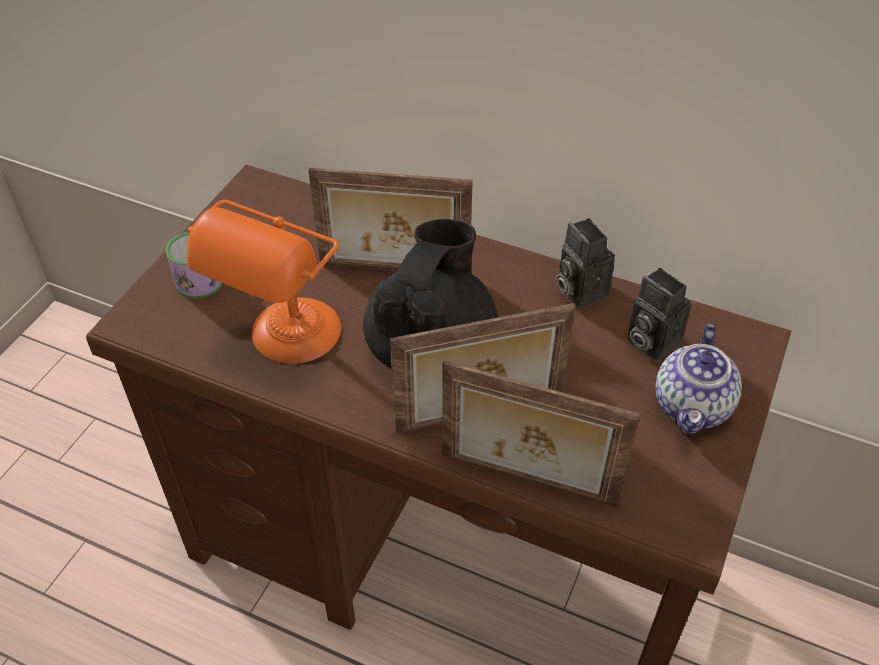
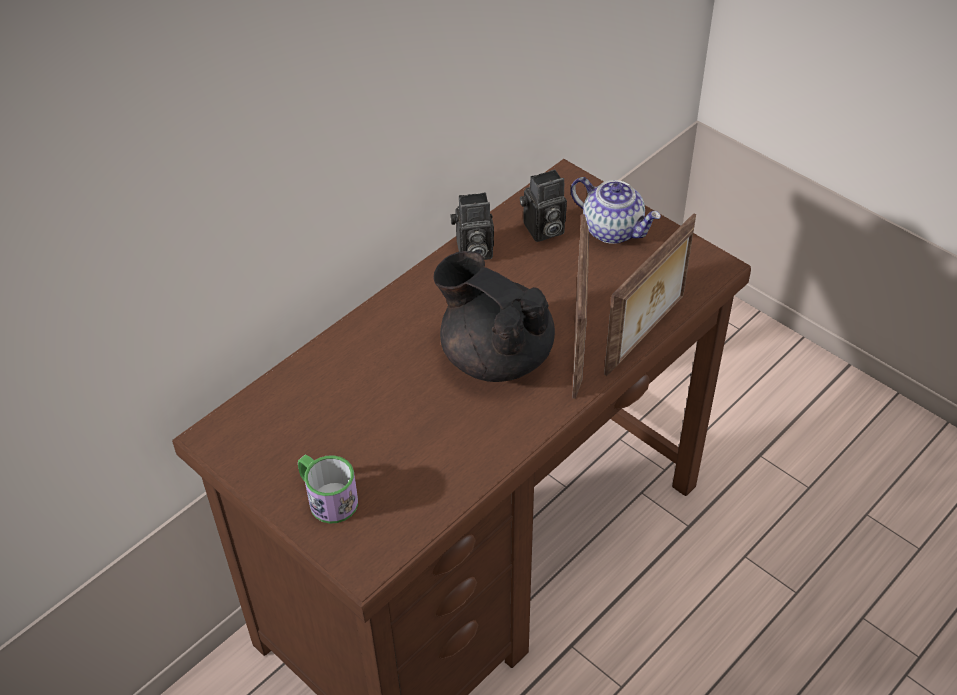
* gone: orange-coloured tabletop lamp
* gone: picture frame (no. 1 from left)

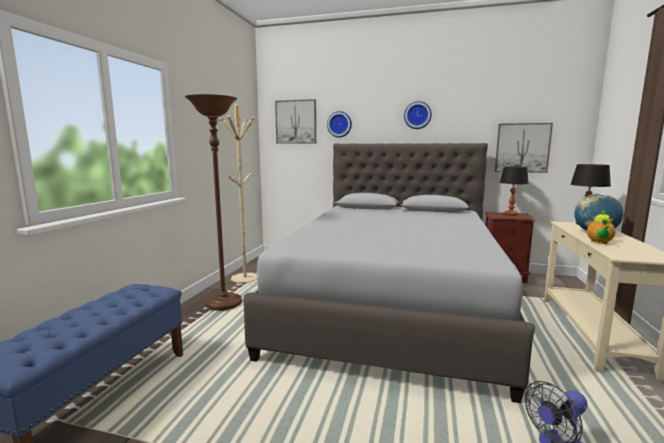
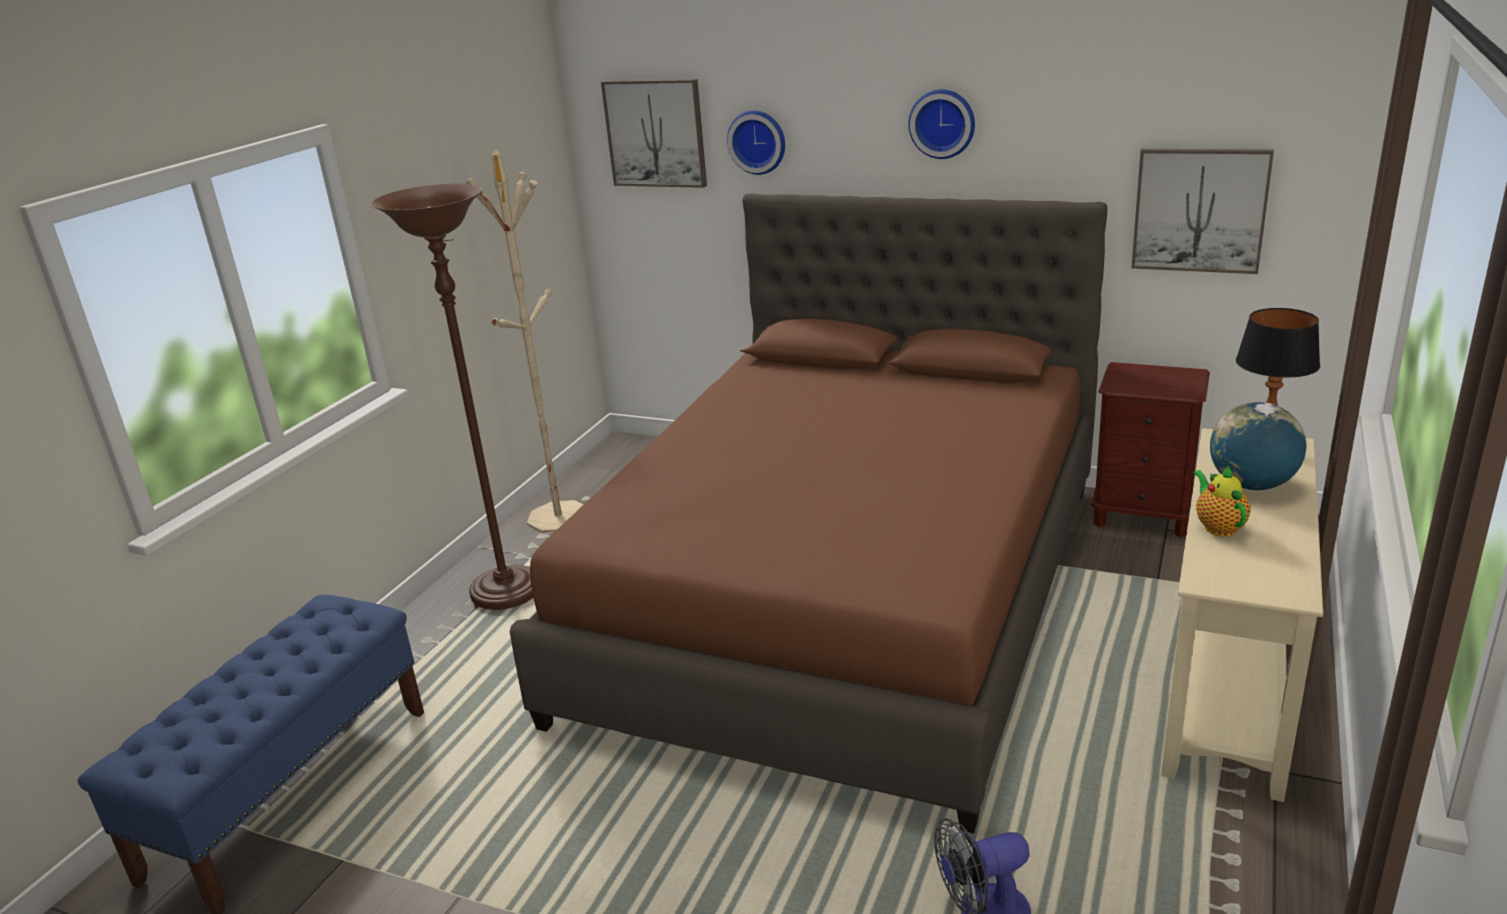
* repainted: greyish bedroom bed to brown bedroom bed
* gone: tabletop lamp (no. 1 from left)
* rotated: tea pot 135 degrees clockwise

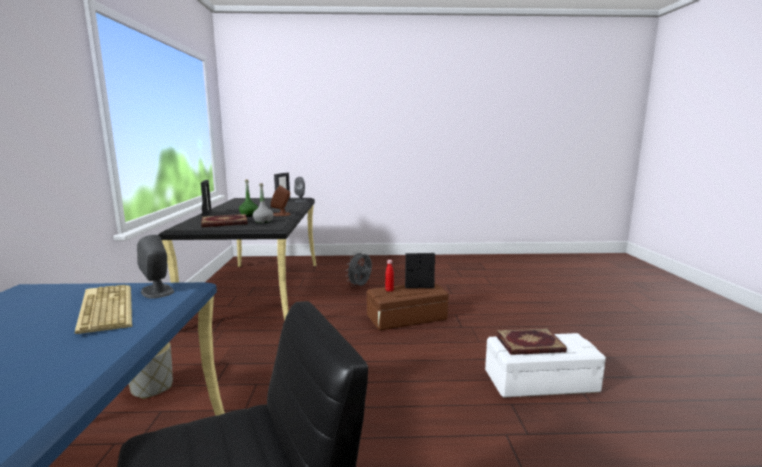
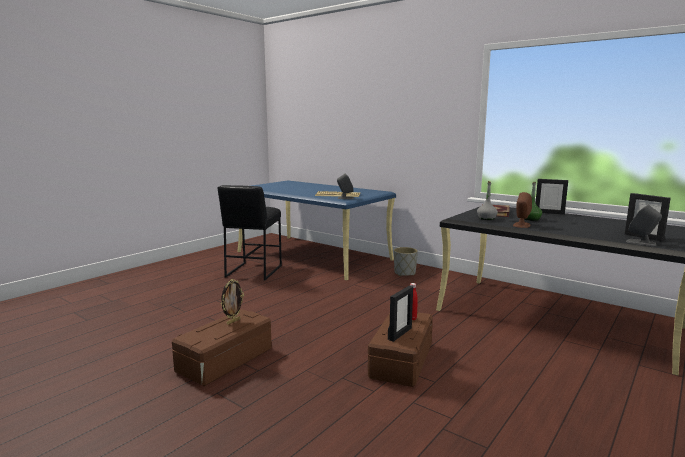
* gone: greyish fan
* repainted: whitish storage bin to brown storage bin (no. 1 from left)
* swapped: bound book (no. 2 from left) to picture frame (no. 1 from left)

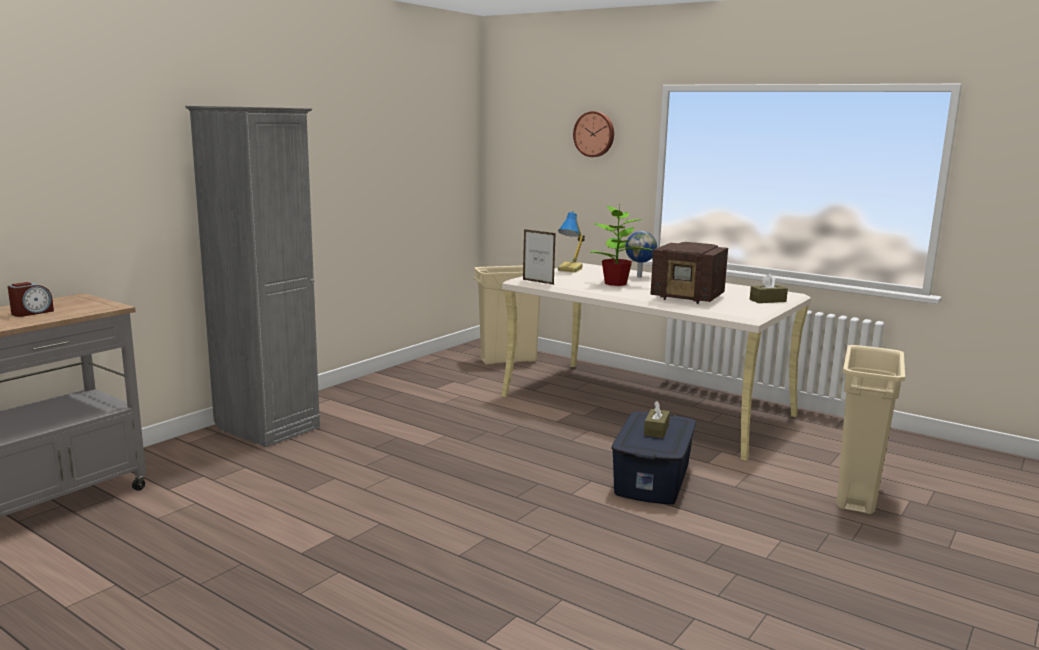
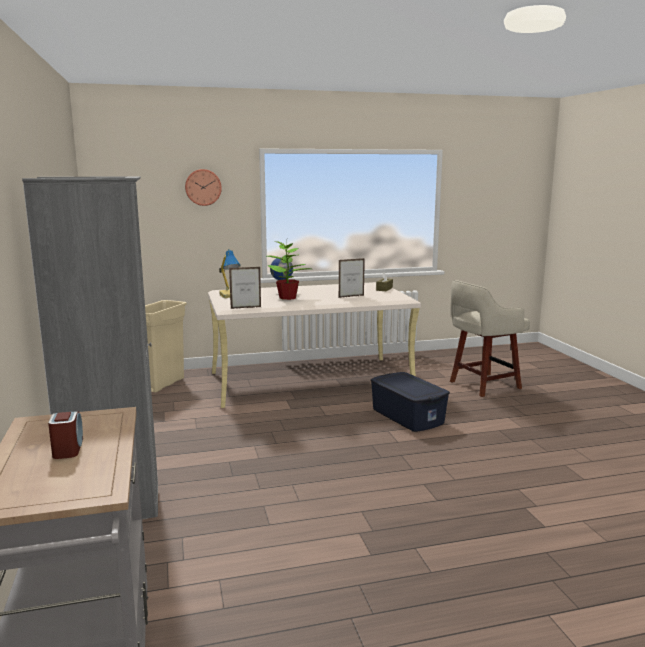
* gone: brown box of tissues (no. 1 from left)
* swapped: radio receiver to picture frame (no. 2 from left)
* swapped: beige waste bin (no. 2 from left) to beige stool

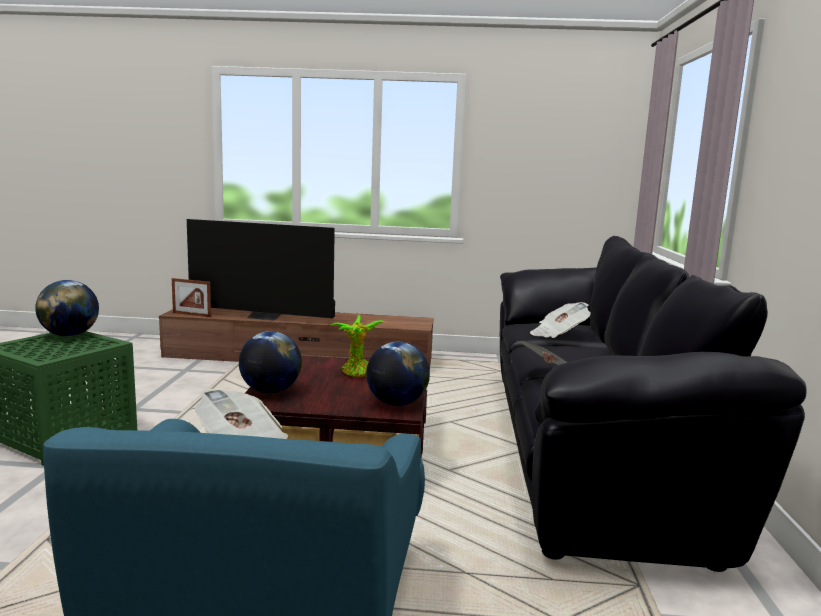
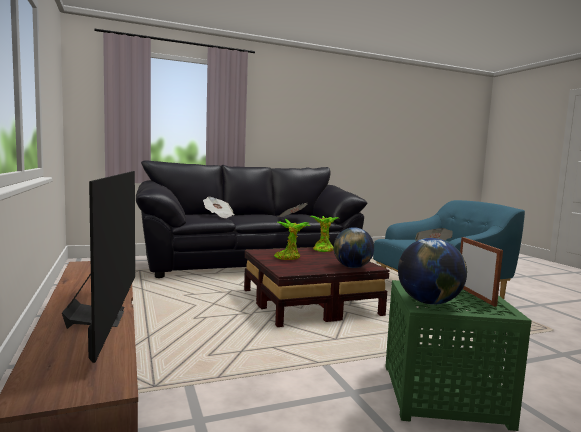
* shifted: picture frame
* swapped: world globe (no. 3 from left) to potted plant (no. 2 from left)

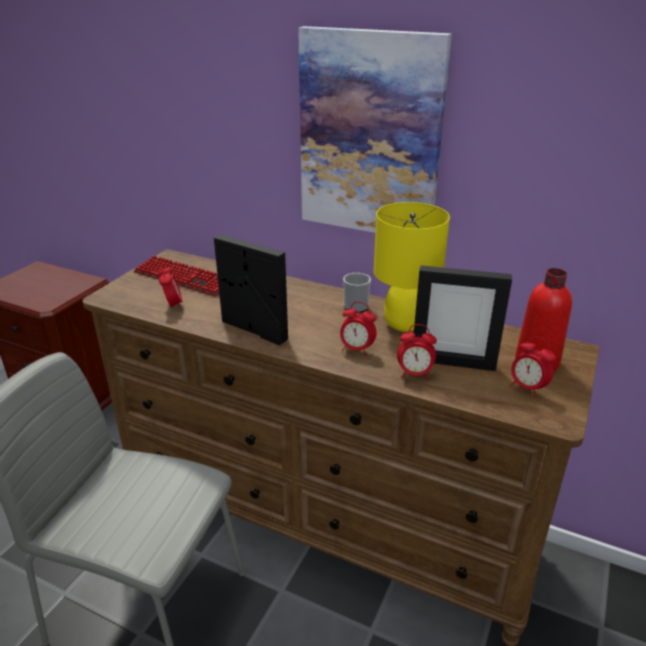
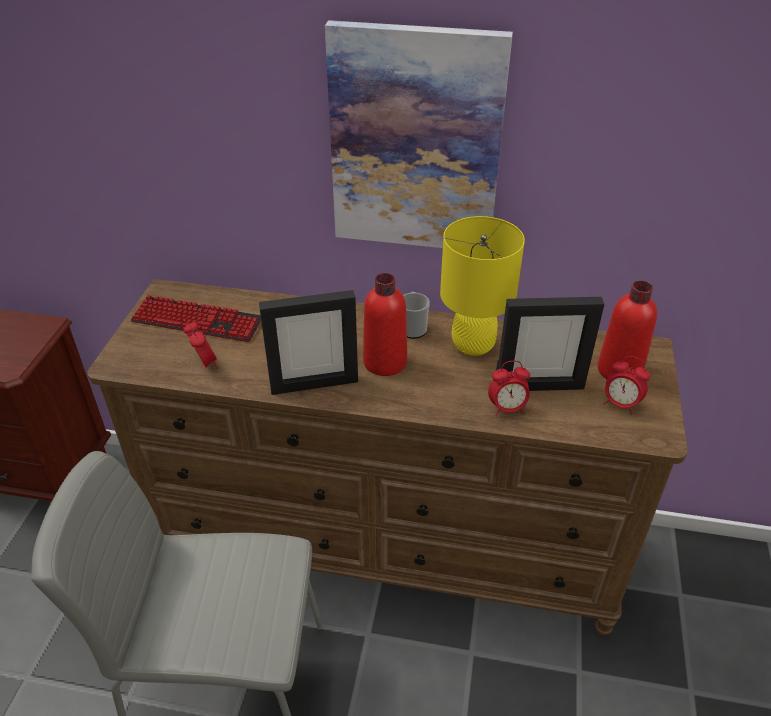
* rotated: picture frame (no. 1 from left) 150 degrees clockwise
* gone: bedside clock (no. 2 from left)
* new: reddish bottle (no. 1 from left)

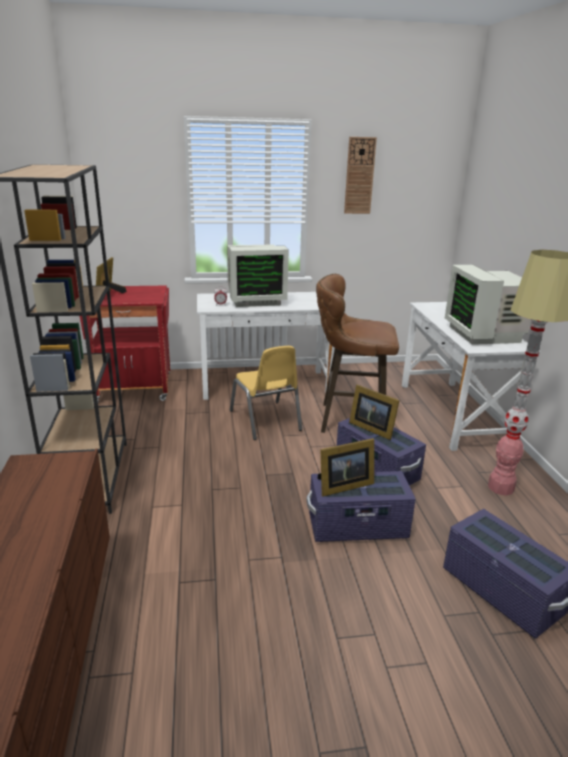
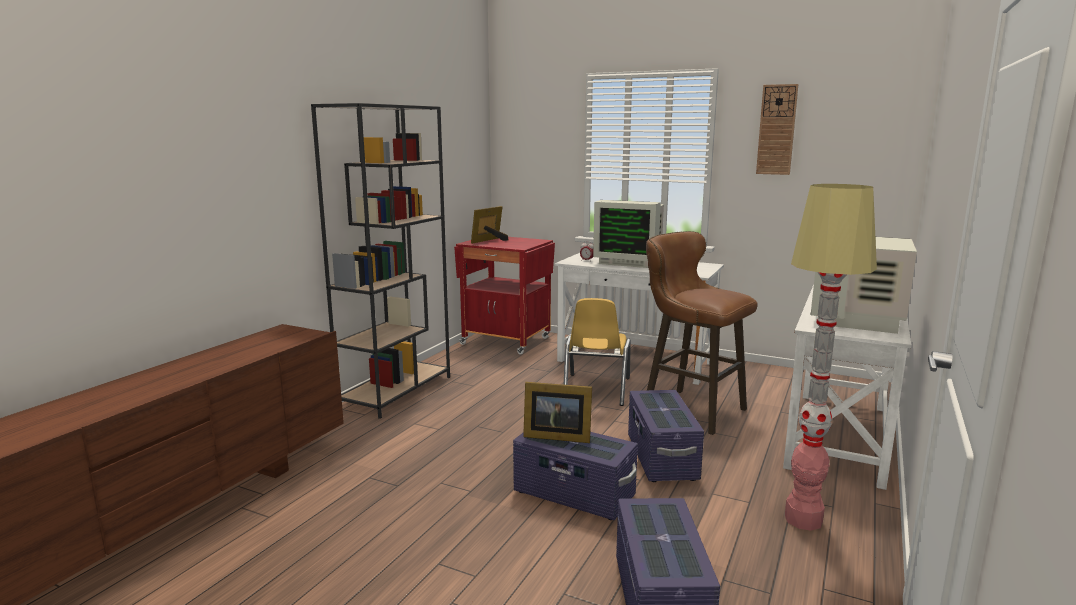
* gone: picture frame (no. 3 from left)

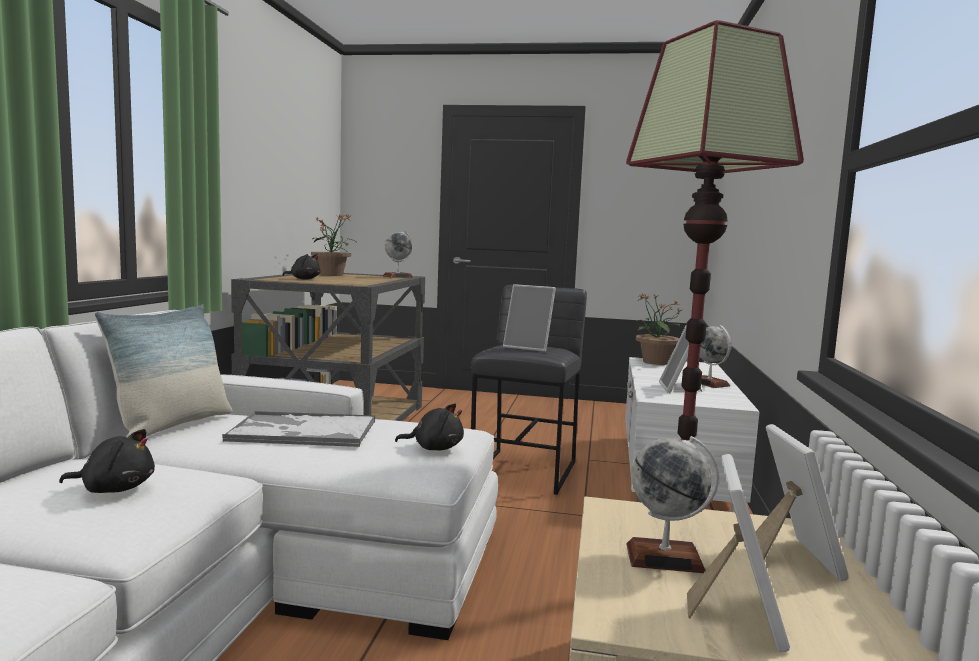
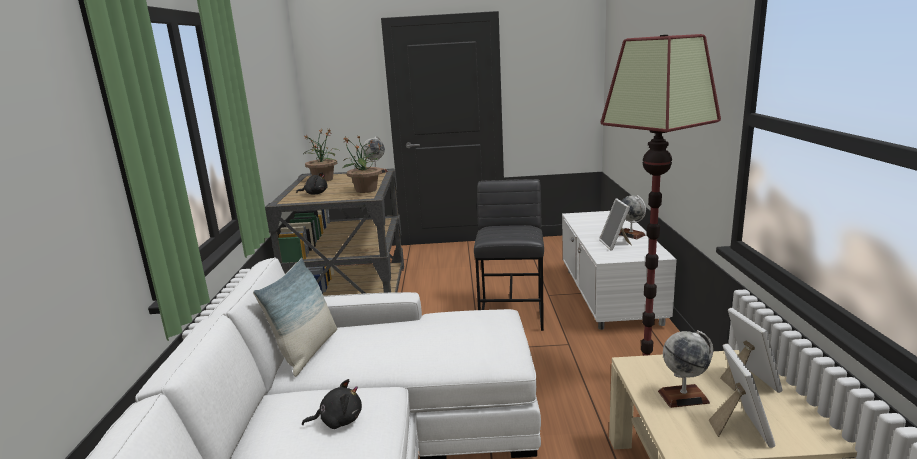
* gone: tray
* gone: blackish cuddly toy (no. 3 from left)
* gone: picture frame (no. 1 from left)
* shifted: potted plant (no. 2 from left)

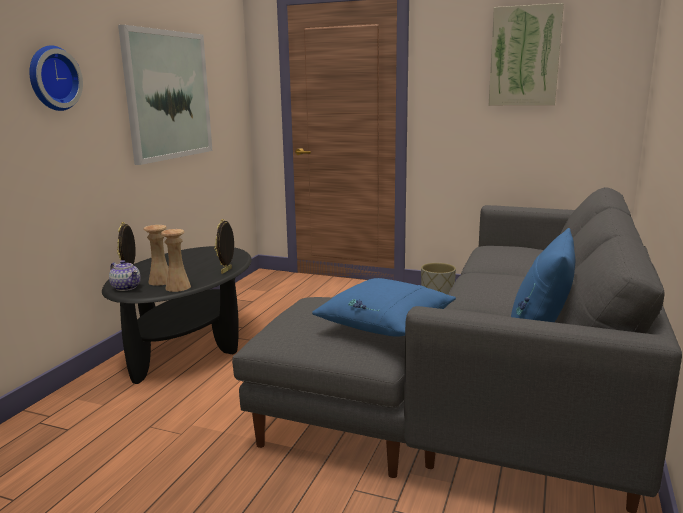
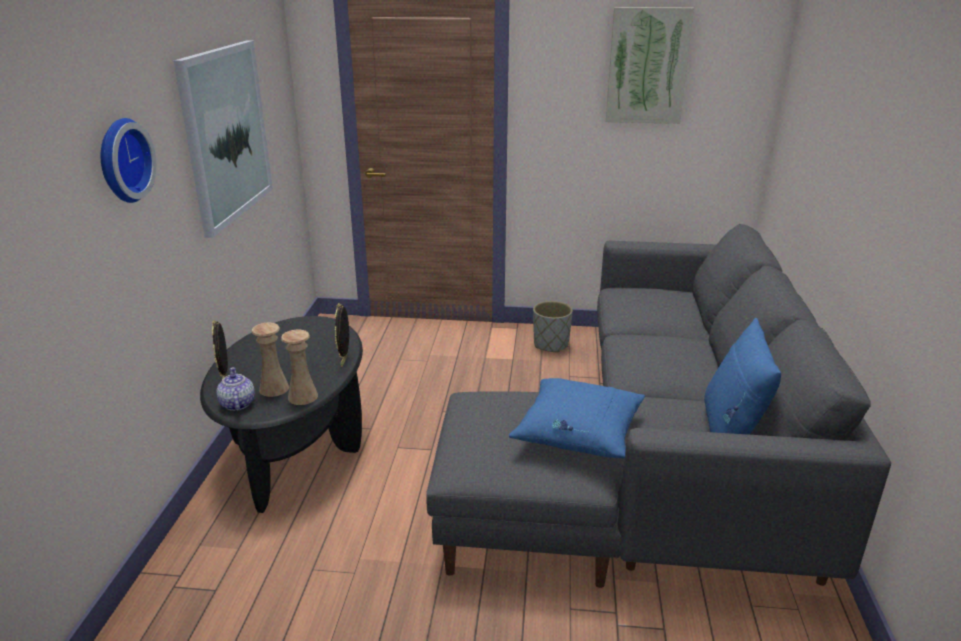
* rotated: tea pot 135 degrees counterclockwise

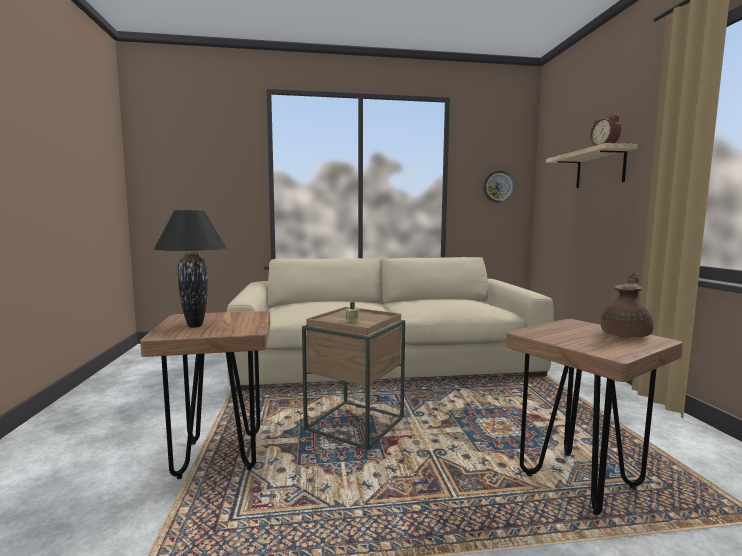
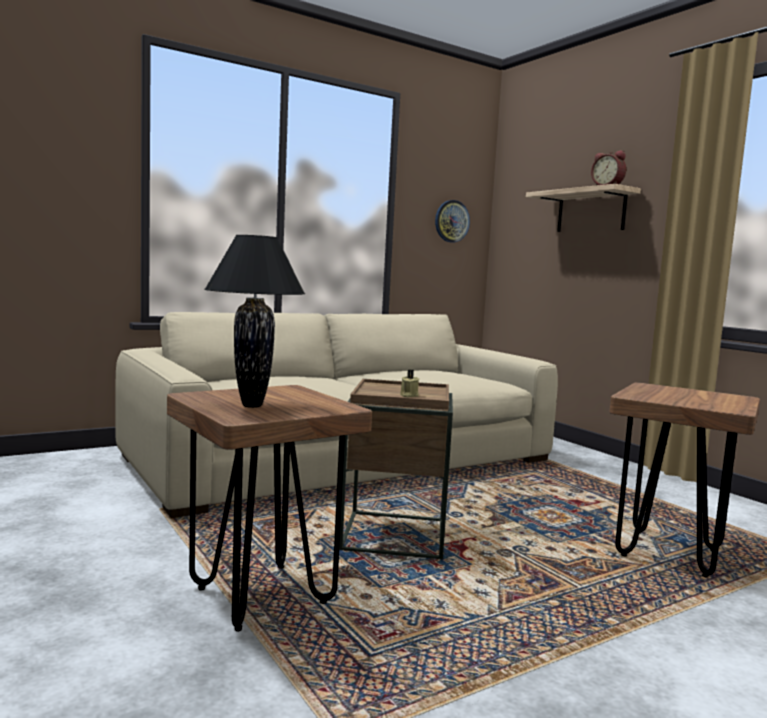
* gone: brown tea pot

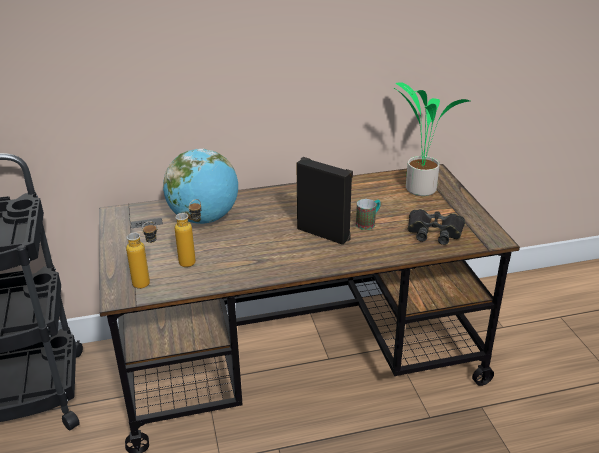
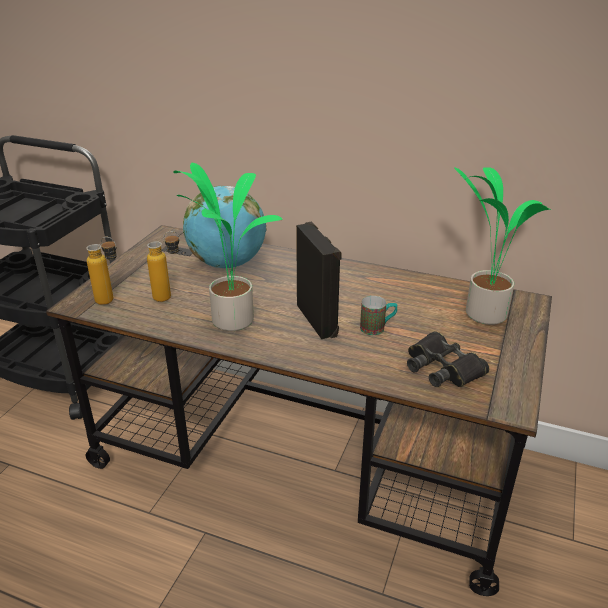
* new: potted plant (no. 1 from left)

